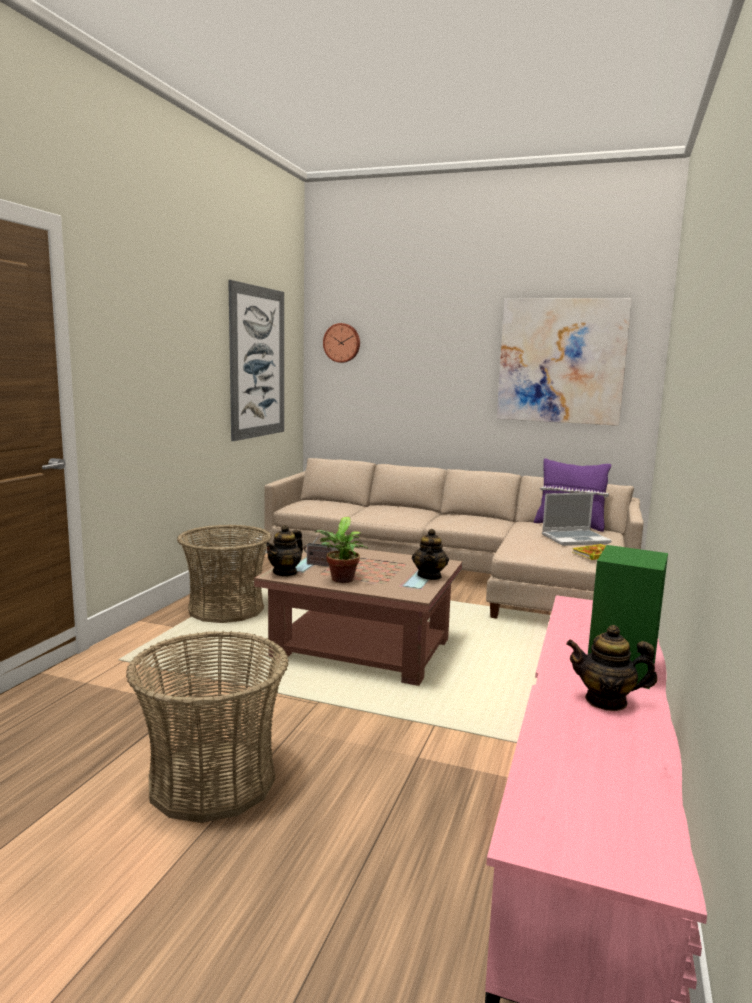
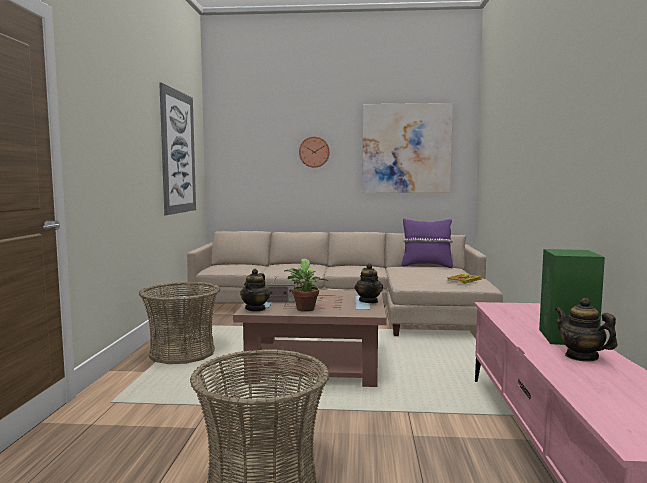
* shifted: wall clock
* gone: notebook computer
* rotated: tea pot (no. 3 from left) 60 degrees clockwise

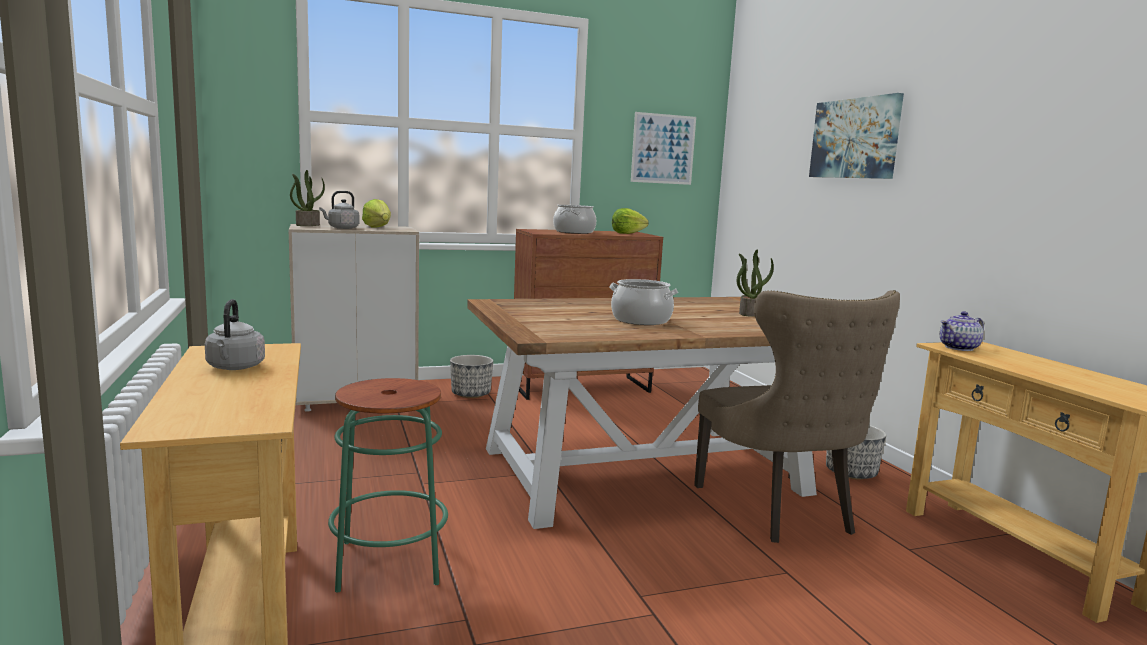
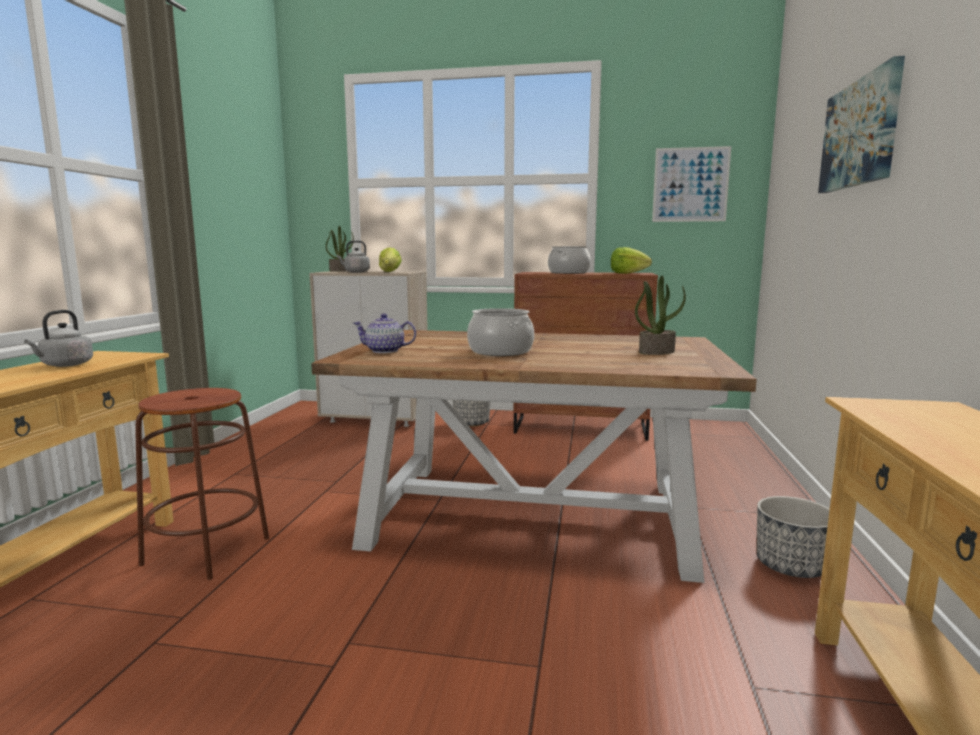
* repainted: green stool to brown stool
* gone: beige chair
* shifted: tea pot

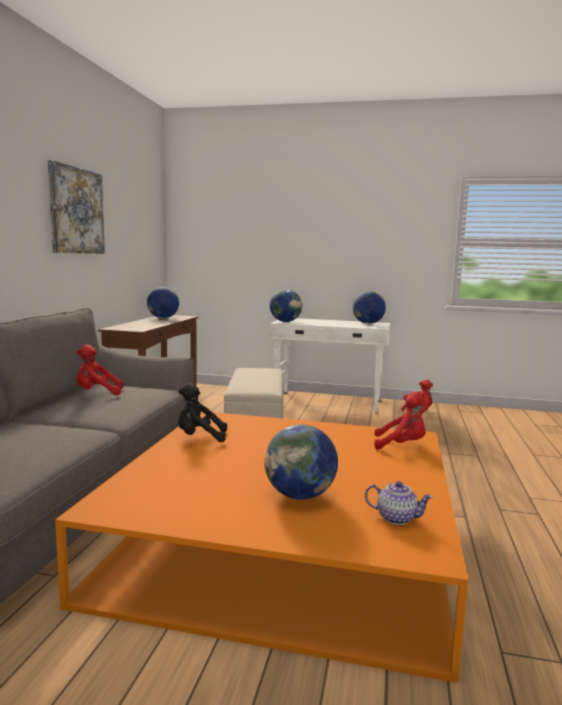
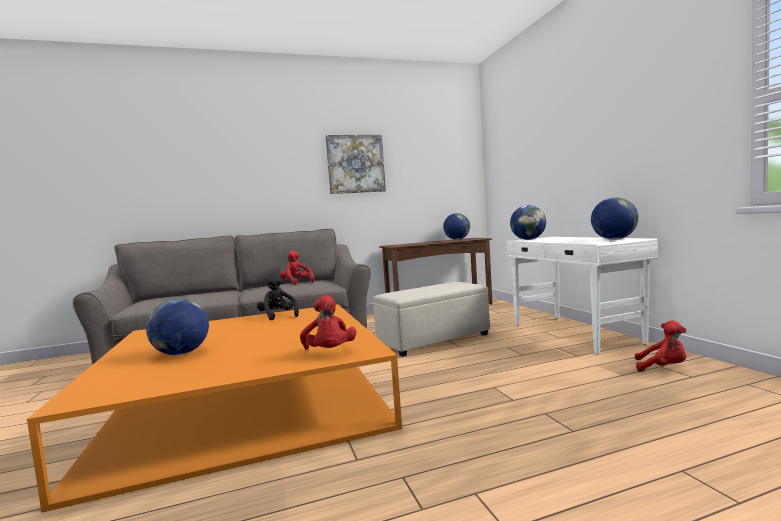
* gone: tea pot

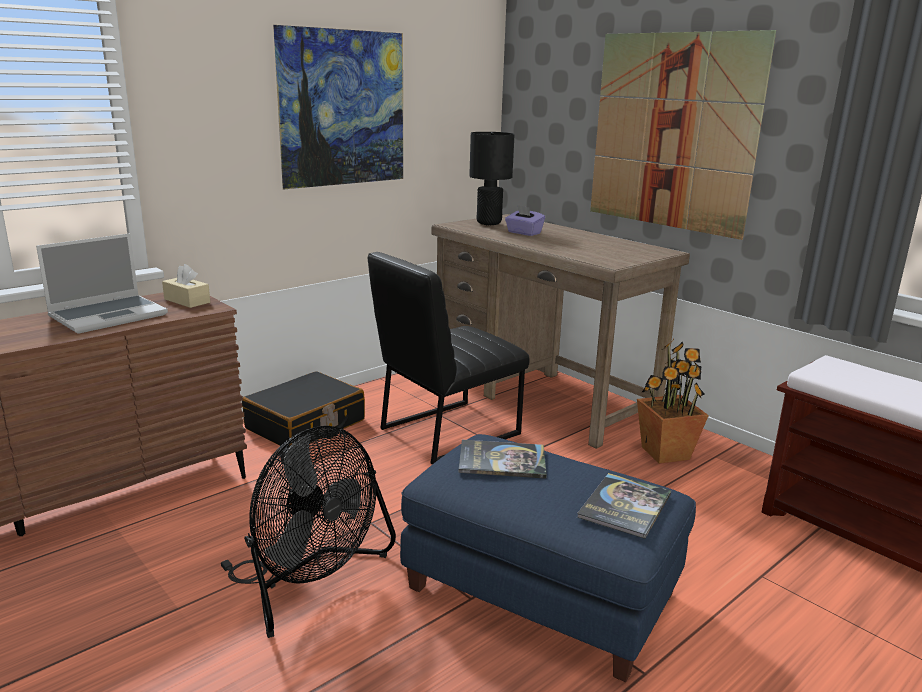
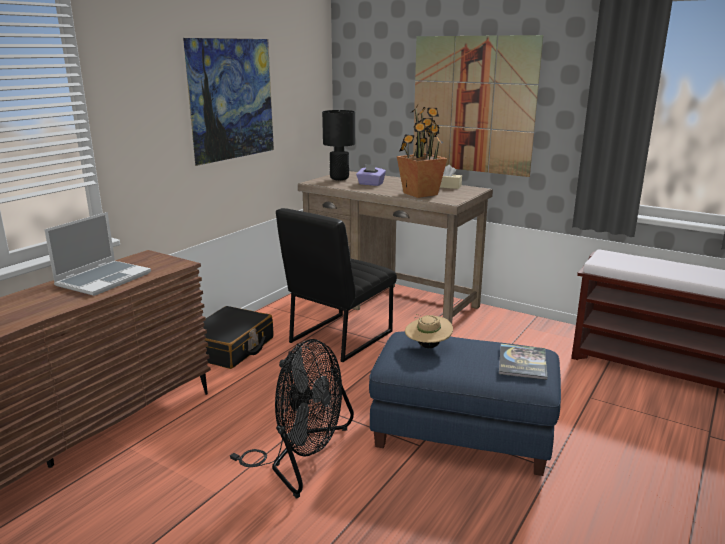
* shifted: beige box of tissues
* swapped: bound book (no. 1 from left) to beige wearable hat
* shifted: potted plant

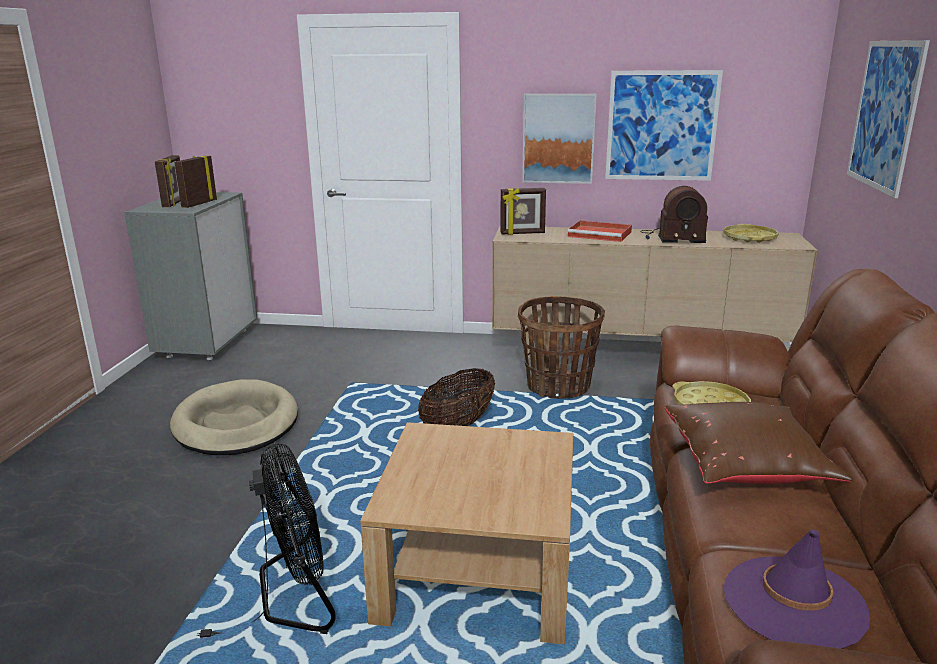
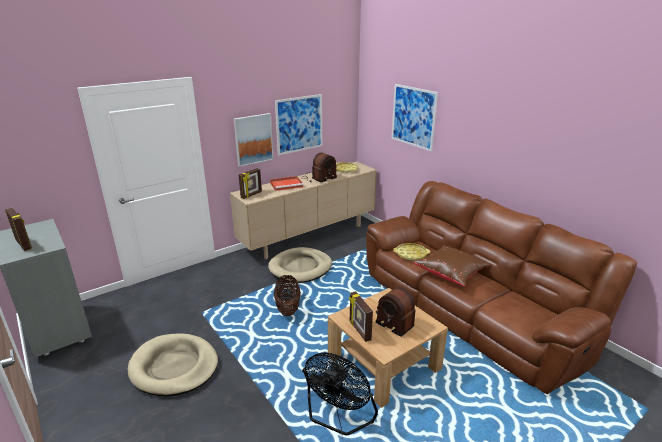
* shifted: picture frame (no. 2 from left in the first image) to picture frame (no. 3 from left)
* swapped: household basket (no. 2 from left) to beige pet bed (no. 2 from left)
* gone: purple wearable hat
* new: radio receiver (no. 2 from left)

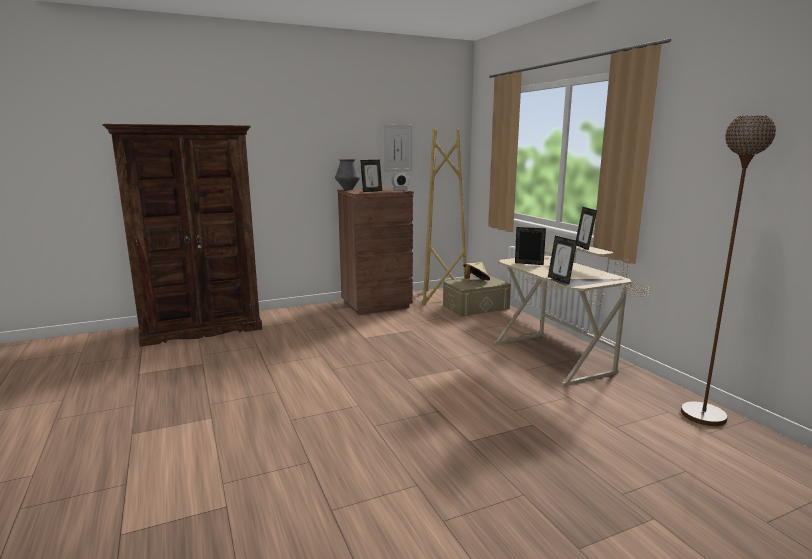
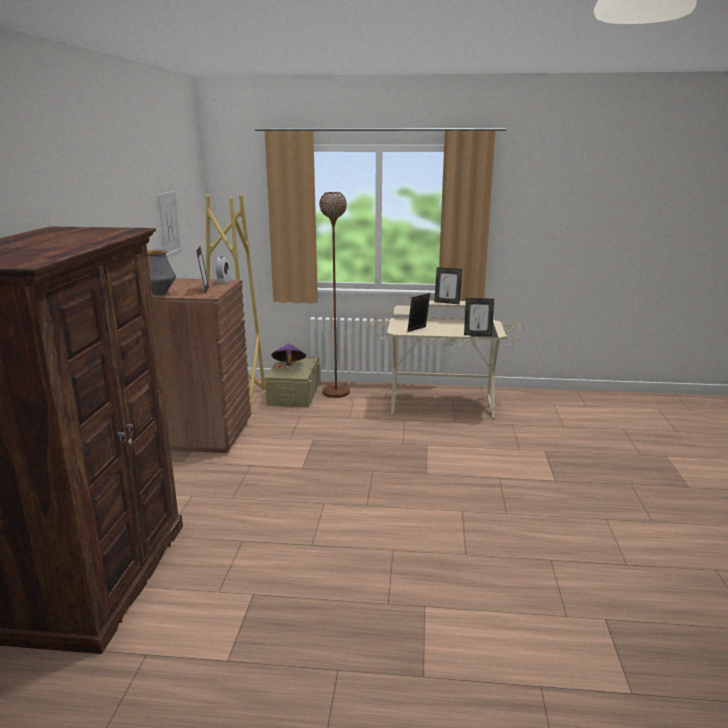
* repainted: beige wearable hat to purple wearable hat
* shifted: brown standing lamp

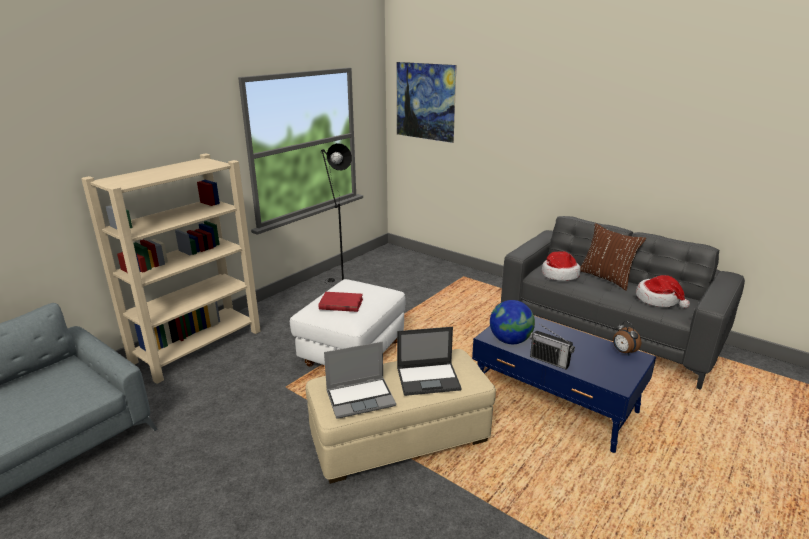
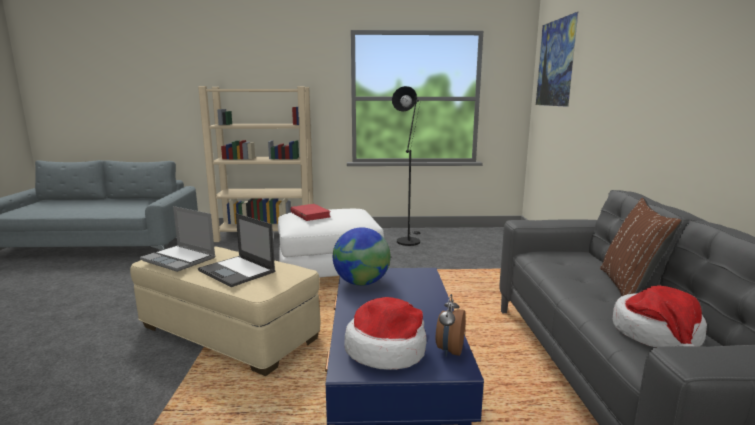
* gone: radio receiver
* shifted: wearable hat (no. 1 from left)

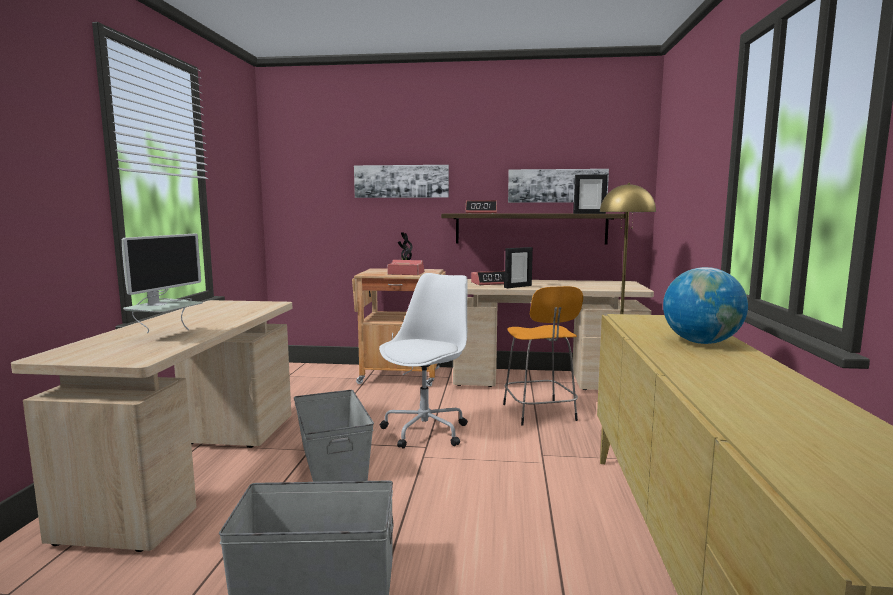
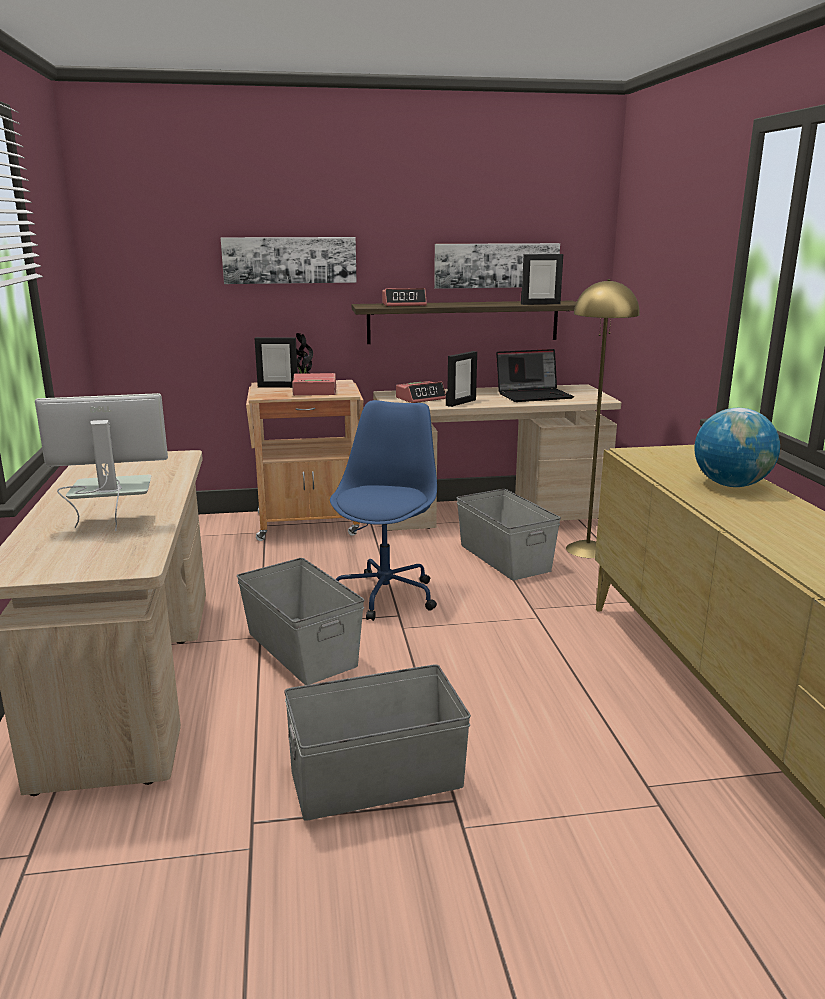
* rotated: monitor 105 degrees counterclockwise
* repainted: whitish computer chair to blue-coloured computer chair
* swapped: orange-coloured stool to greyish storage bin (no. 3 from left)
* new: picture frame (no. 1 from left)
* new: notebook computer

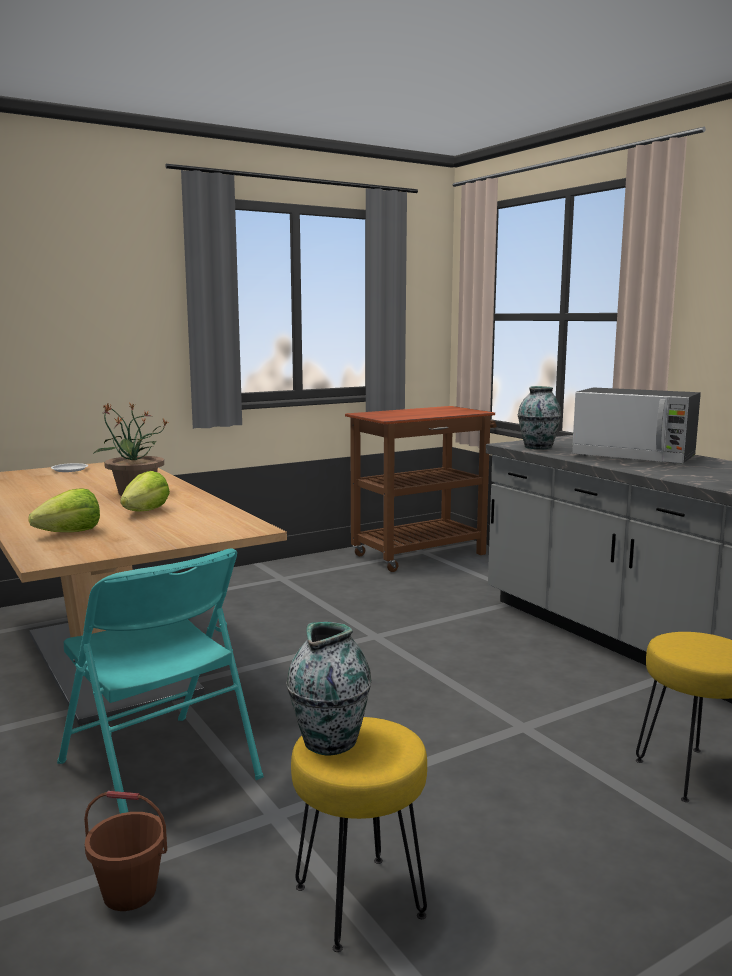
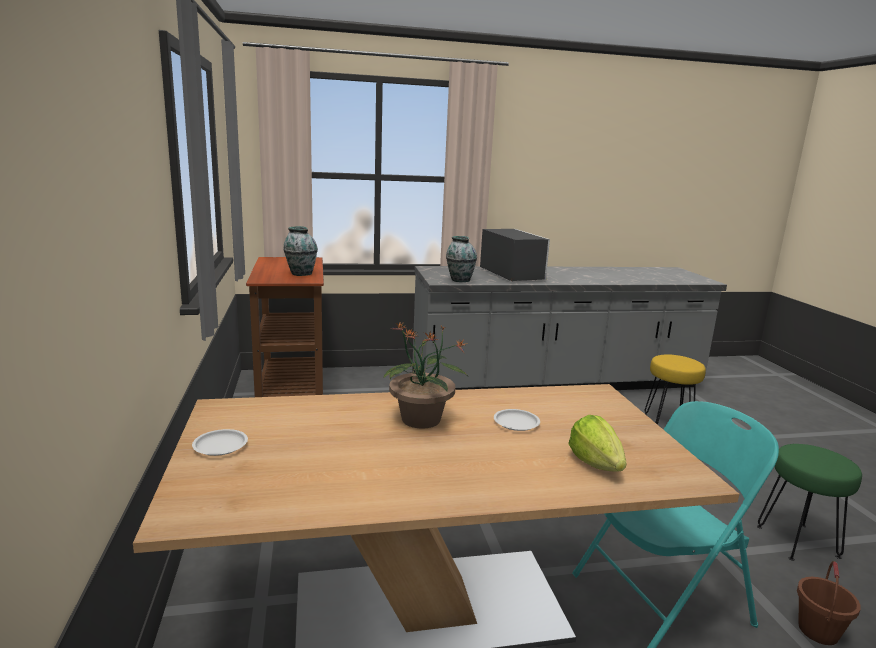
* swapped: lettuce head (no. 2 from left) to whitish flat dish (no. 2 from left)
* shifted: flower vase (no. 1 from left)
* repainted: yellow stool (no. 1 from left) to green stool
* rotated: microwave oven 75 degrees counterclockwise

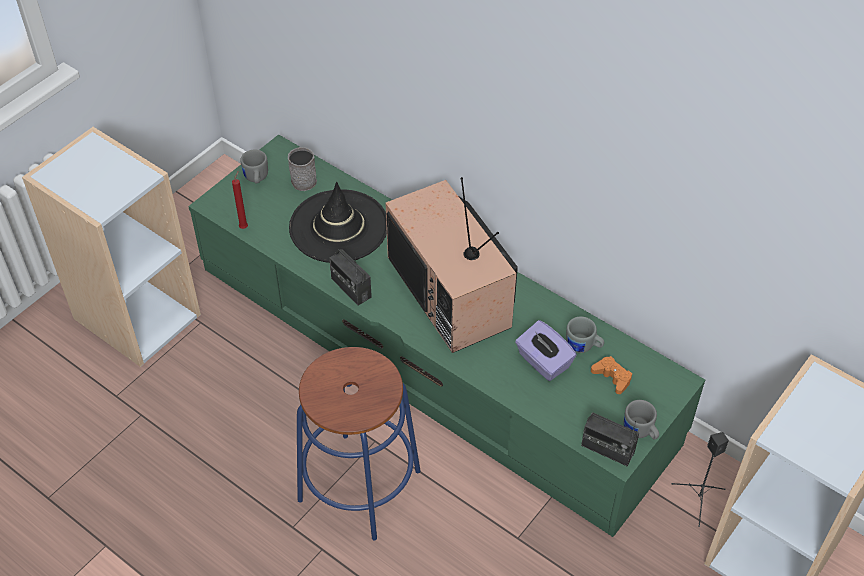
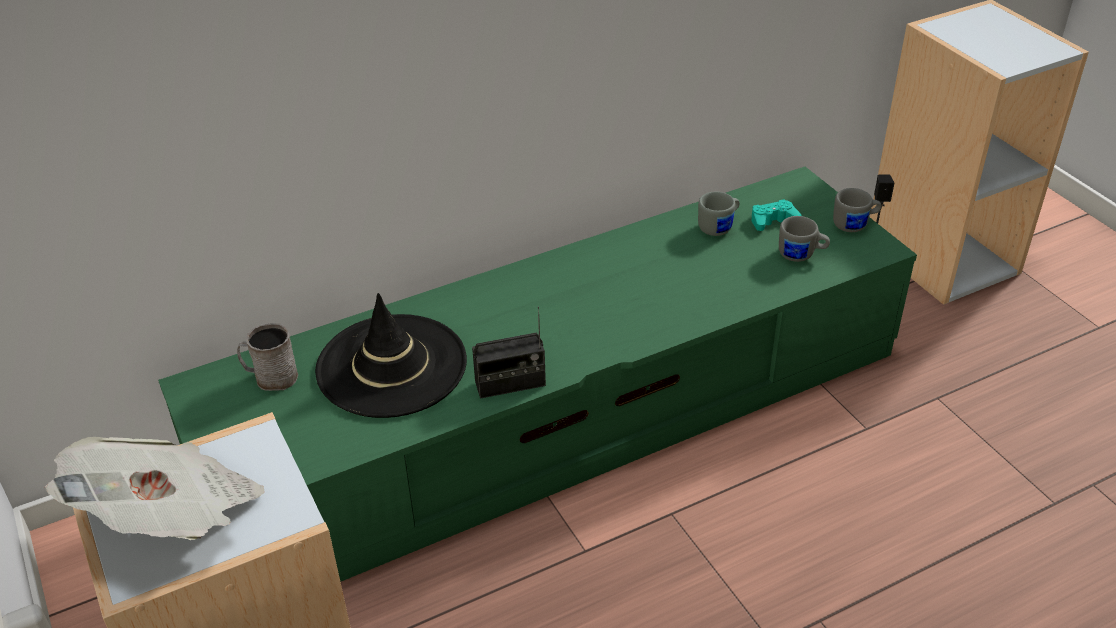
* gone: reddish candle
* shifted: greyish coffee mug (no. 1 from left in the first image) to greyish coffee mug (no. 3 from left)
* gone: blue-coloured stool
* gone: television
* gone: purple box of tissues
* gone: radio receiver (no. 2 from left)
* repainted: orange-coloured gamepad to blue-green gamepad
* new: daily paper

